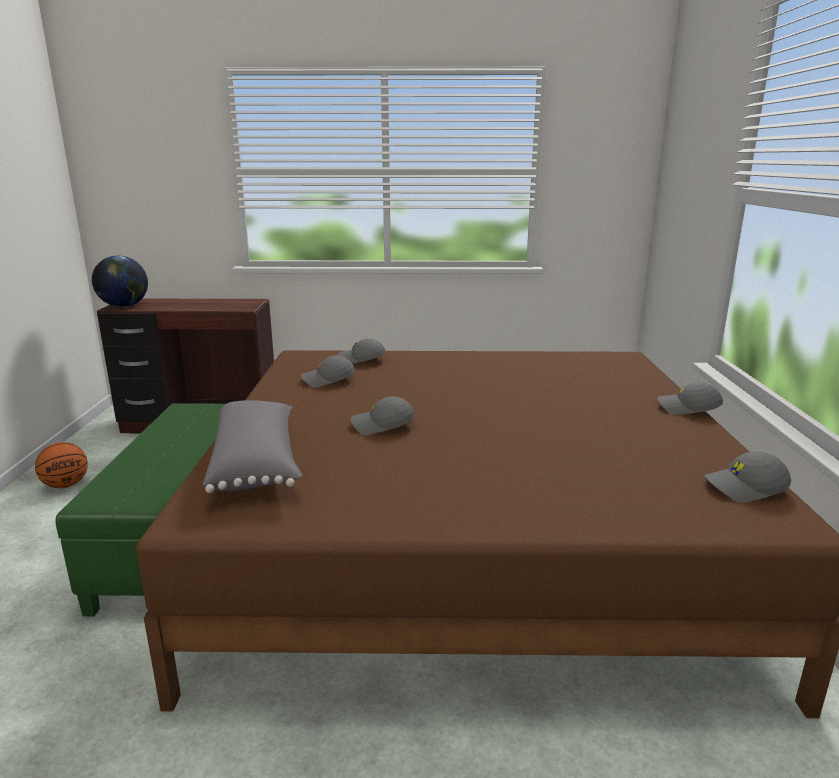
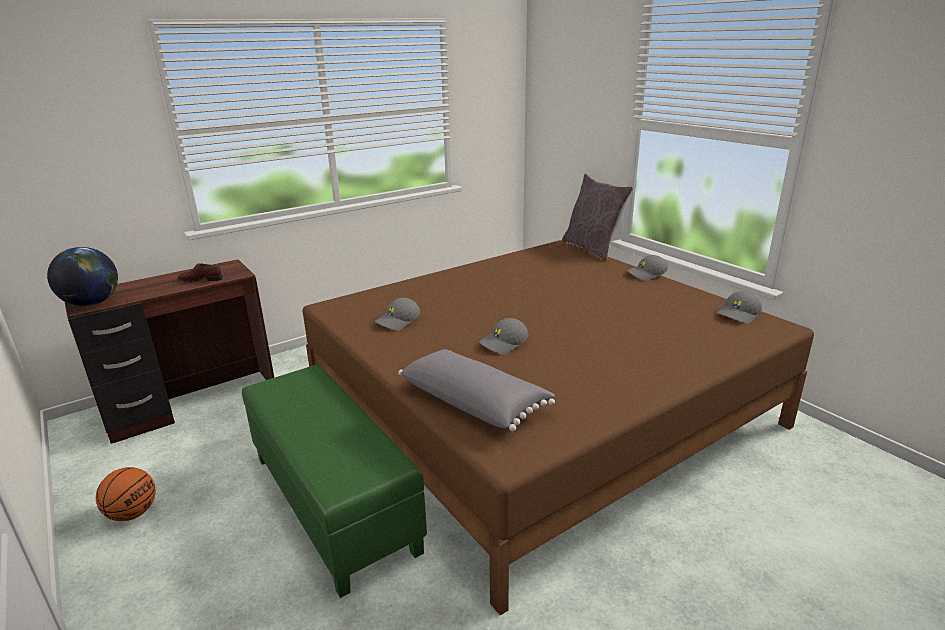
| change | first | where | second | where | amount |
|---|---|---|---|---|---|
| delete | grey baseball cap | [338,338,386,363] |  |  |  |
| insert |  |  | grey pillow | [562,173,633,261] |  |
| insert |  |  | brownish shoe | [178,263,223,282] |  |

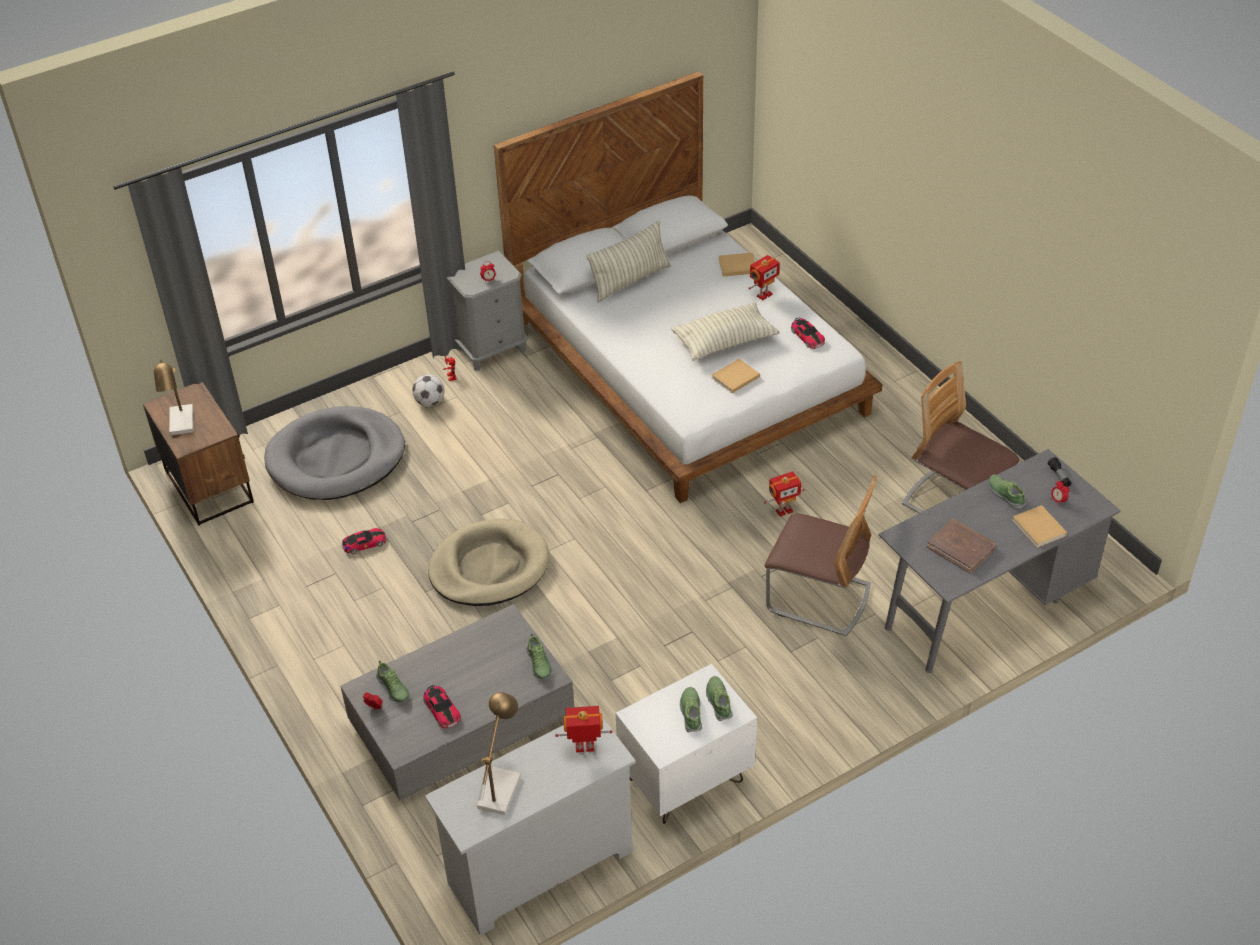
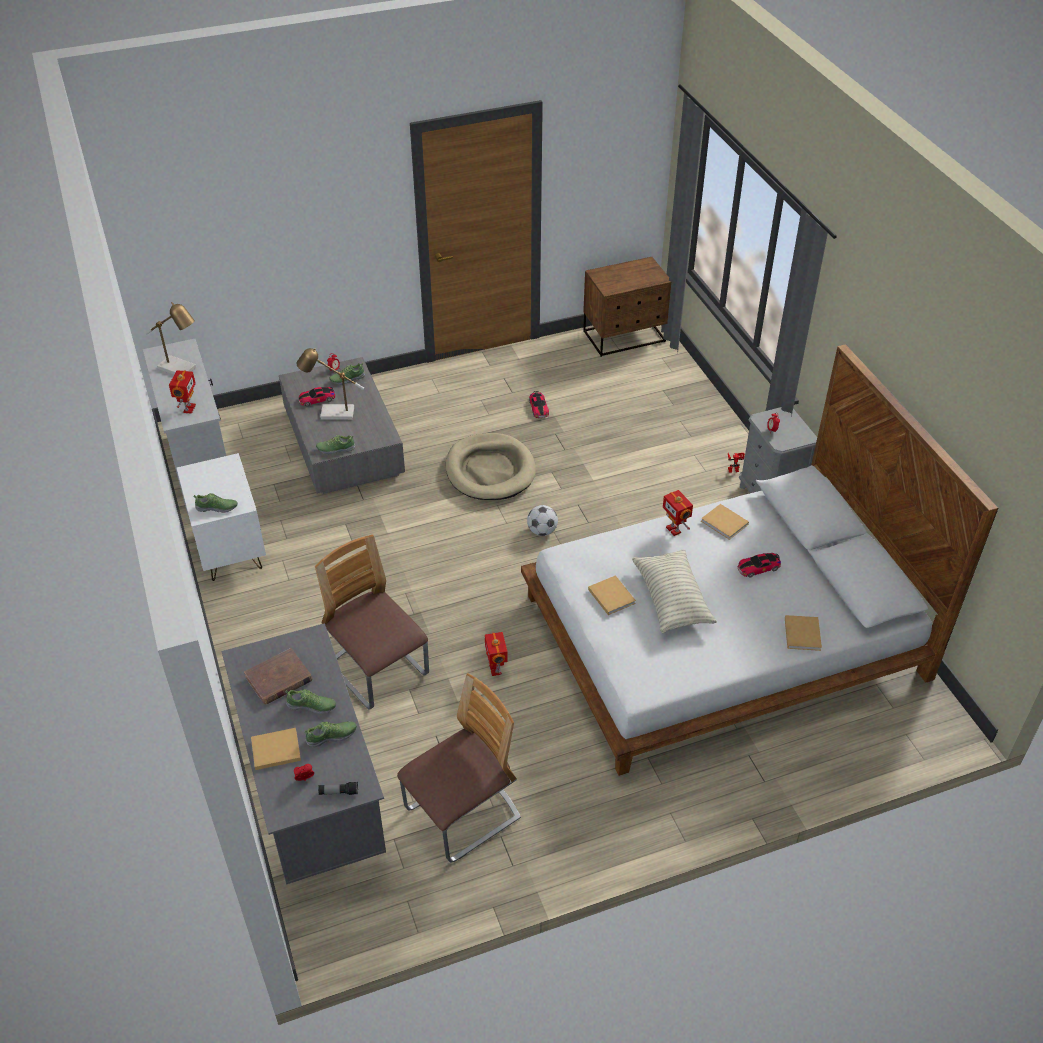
| change | first | where | second | where | amount |
|---|---|---|---|---|---|
| delete | pillow | [586,220,671,302] |  |  |  |
| move | toy robot | [748,255,780,300] |  | [663,490,693,536] |  |
| move | miniature car | [791,318,825,349] |  | [738,553,781,578] |  |
| move | lamp for a table | [154,359,194,435] |  | [296,348,364,420] |  |
| move | ball for football | [412,374,445,407] |  | [527,505,558,536] |  |
| delete | grey pet bed | [264,406,405,500] |  |  |  |
| rotate | chair | [765,475,877,636] |  | [315,535,429,710] | 105 degrees clockwise |
| move | shoe | [680,687,702,732] |  | [285,689,336,714] |  |
| insert |  |  | beige-coloured book | [701,504,749,540] |  |

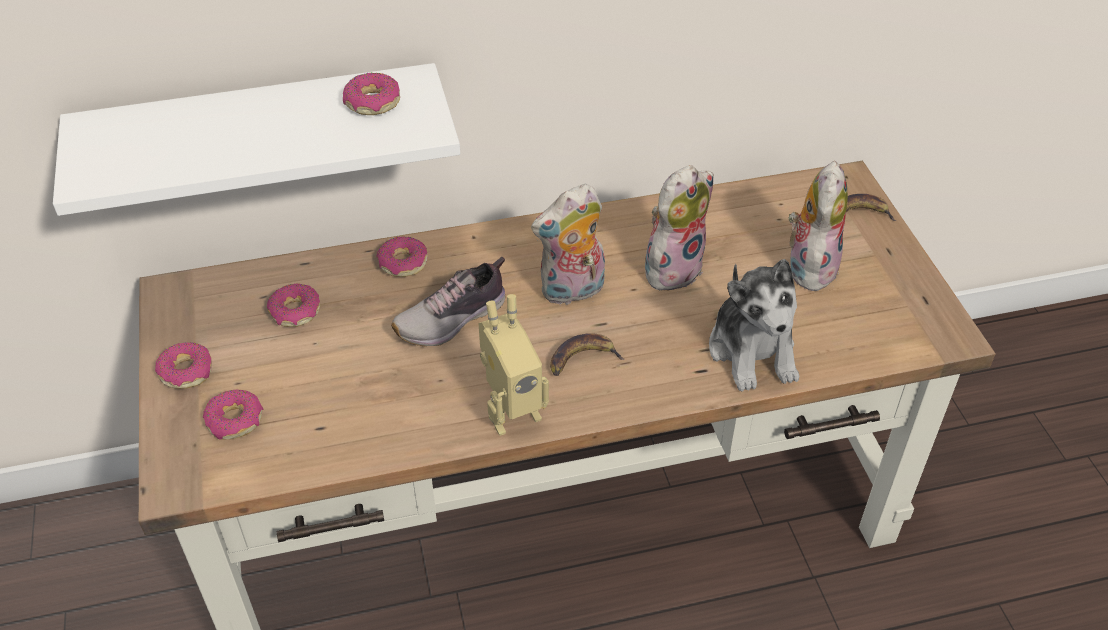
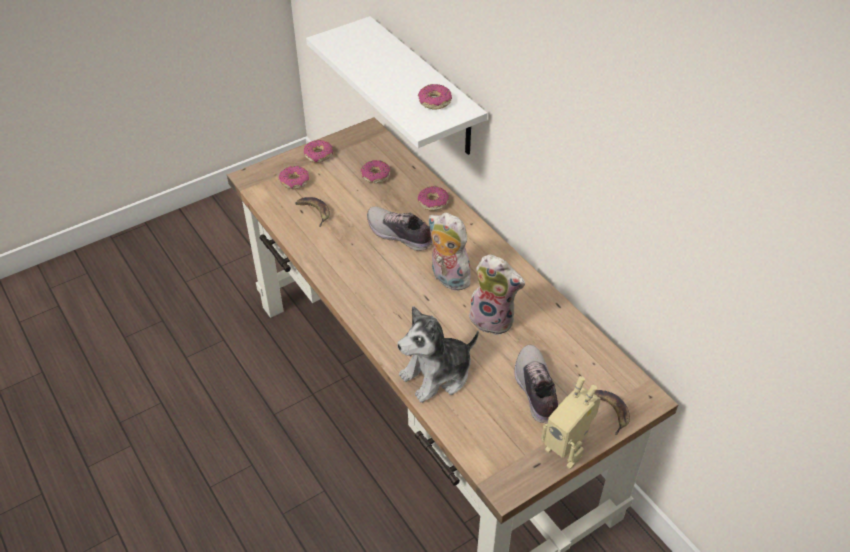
| change | first | where | second | where | amount |
|---|---|---|---|---|---|
| replace | soft toy | [788,161,848,294] | shoe | [514,345,558,423] |  |
| move | toy robot | [478,294,549,436] |  | [541,376,601,469] |  |
| move | banana fruit | [550,333,625,376] |  | [295,197,330,227] |  |

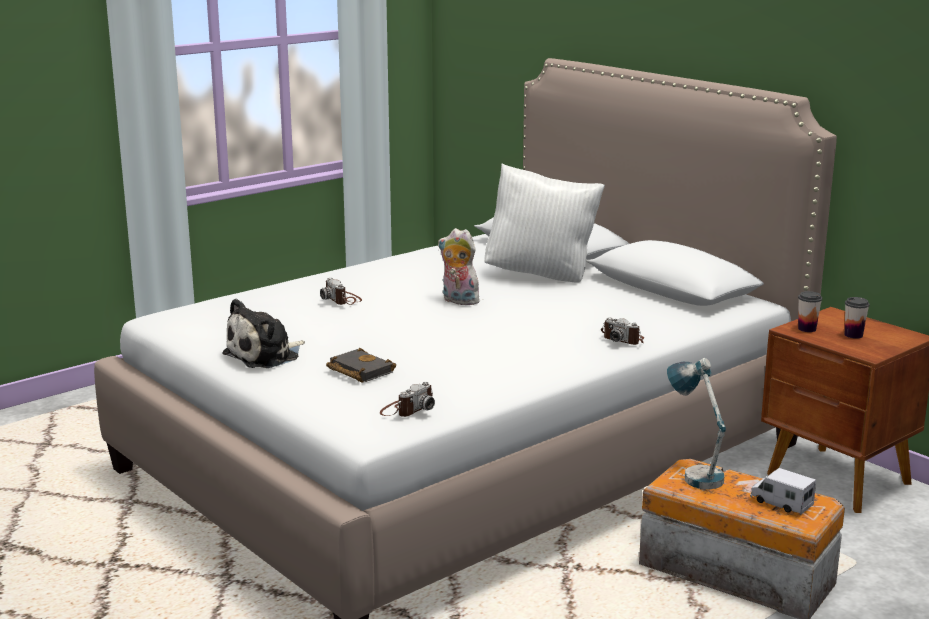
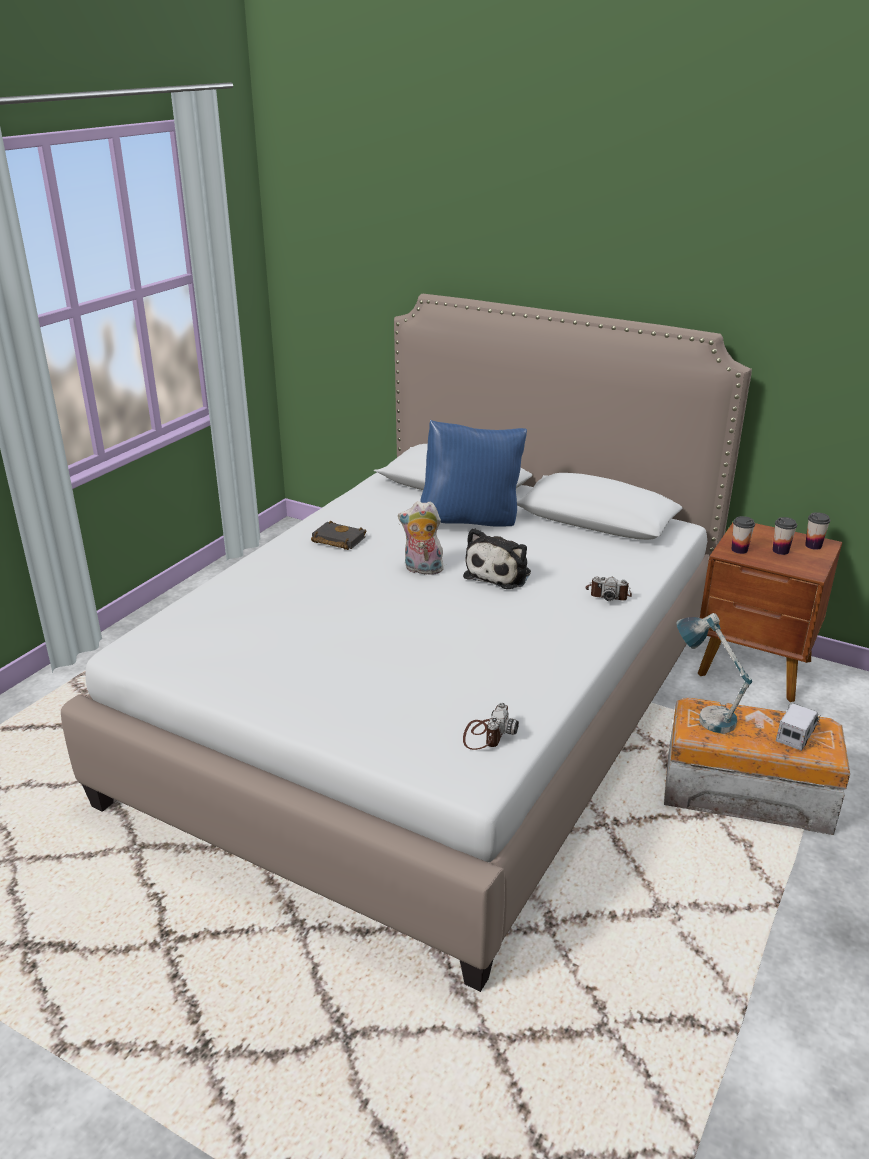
| change | first | where | second | where | amount |
|---|---|---|---|---|---|
| recolor | white-coloured pillow | [484,163,605,283] | blue pillow | [420,420,527,526] |  |
| delete | photo camera | [320,278,362,305] |  |  |  |
| move | soft toy | [222,299,305,368] |  | [463,528,531,589] |  |
| move | blackish book | [326,348,396,382] |  | [311,521,366,550] |  |
| rotate | toy lorry | [750,468,816,515] |  | [776,703,820,751] | 105 degrees clockwise |
| insert |  |  | small cup | [805,512,830,550] |  |

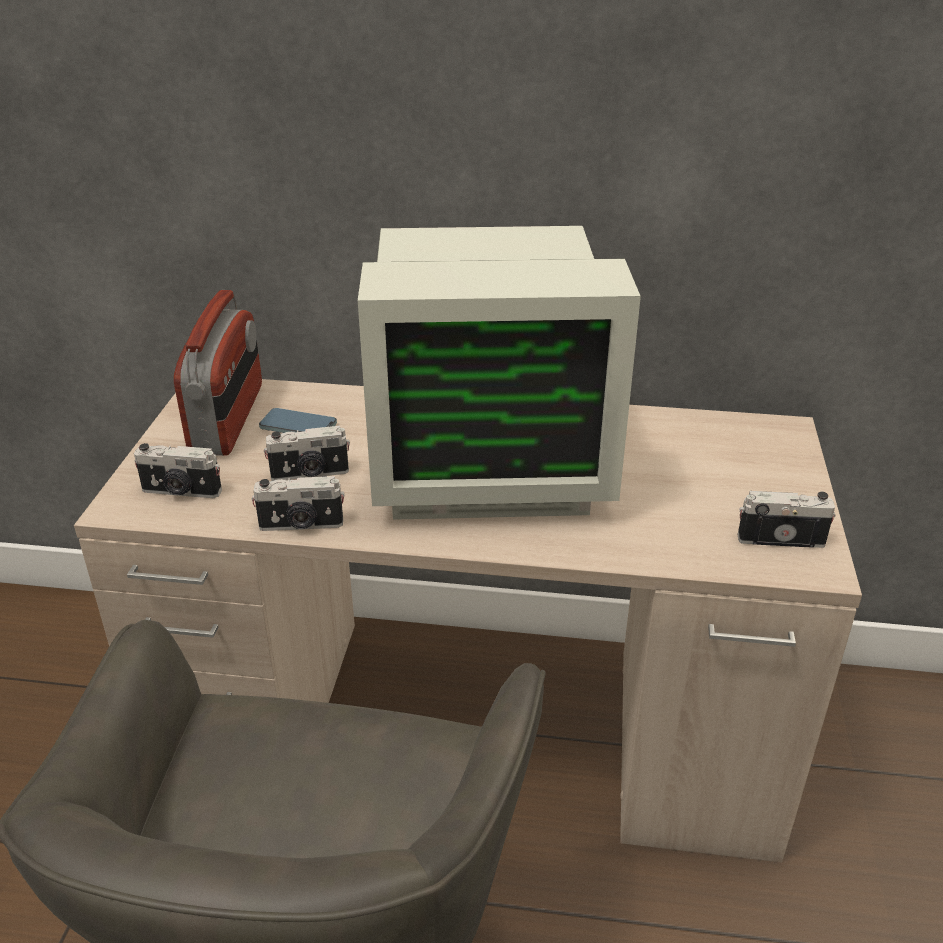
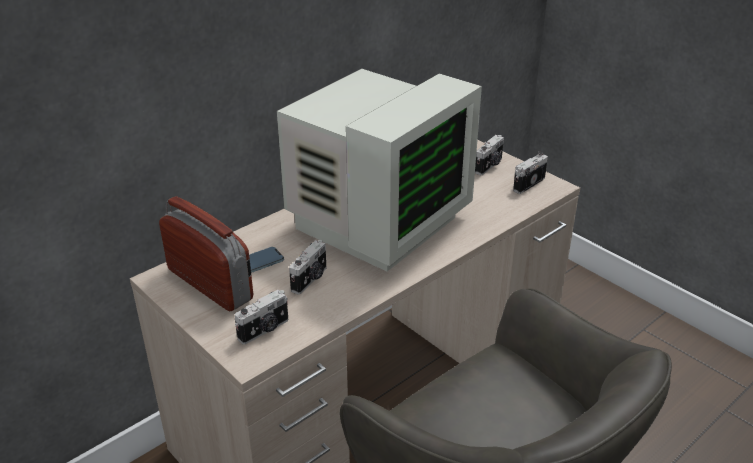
| change | first | where | second | where | amount |
|---|---|---|---|---|---|
| move | photo camera | [252,476,345,531] |  | [475,135,504,175] |  |

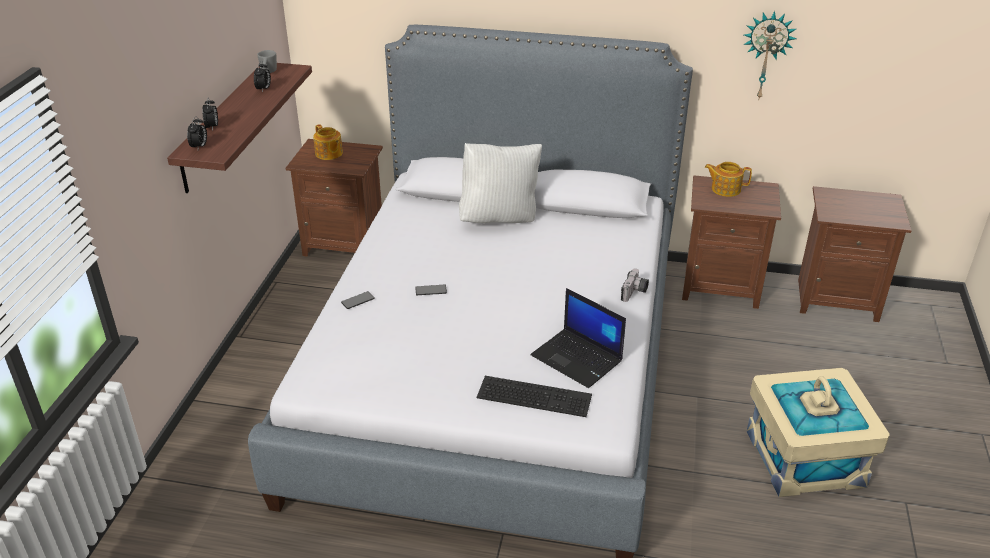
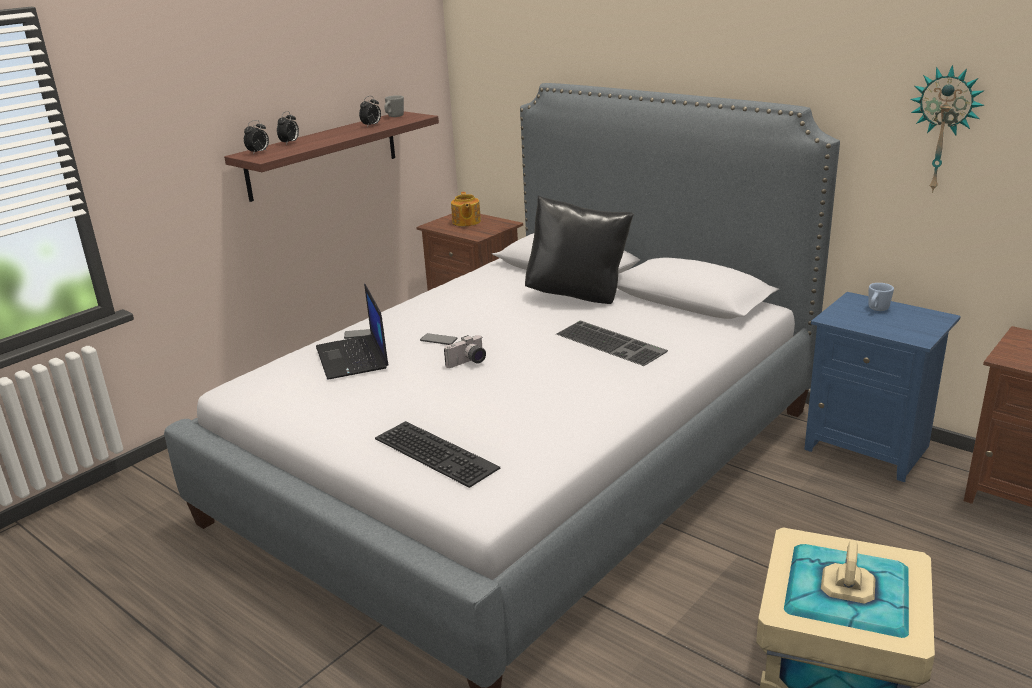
| change | first | where | second | where | amount |
|---|---|---|---|---|---|
| recolor | white-coloured pillow | [459,143,542,223] | blackish pillow | [525,196,634,304] |  |
| replace | pot for tea | [705,162,752,197] | blue mug | [868,283,894,311] |  |
| recolor | brownish night table | [682,175,781,309] | blue night table | [804,292,961,482] |  |
| move | photo camera | [621,268,649,302] |  | [444,335,486,368] |  |
| move | portable computer | [531,288,626,388] |  | [316,284,389,380] |  |
| insert |  |  | computer keyboard | [556,320,668,366] |  |

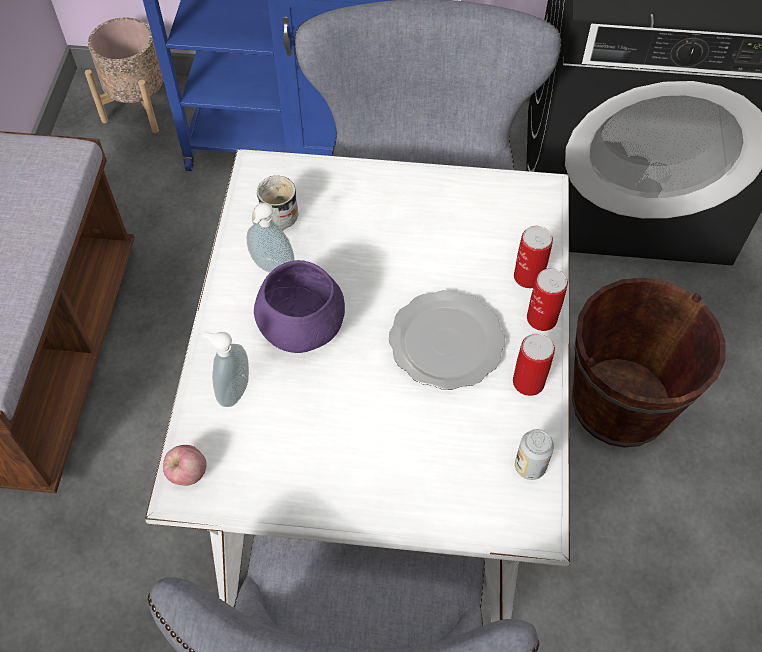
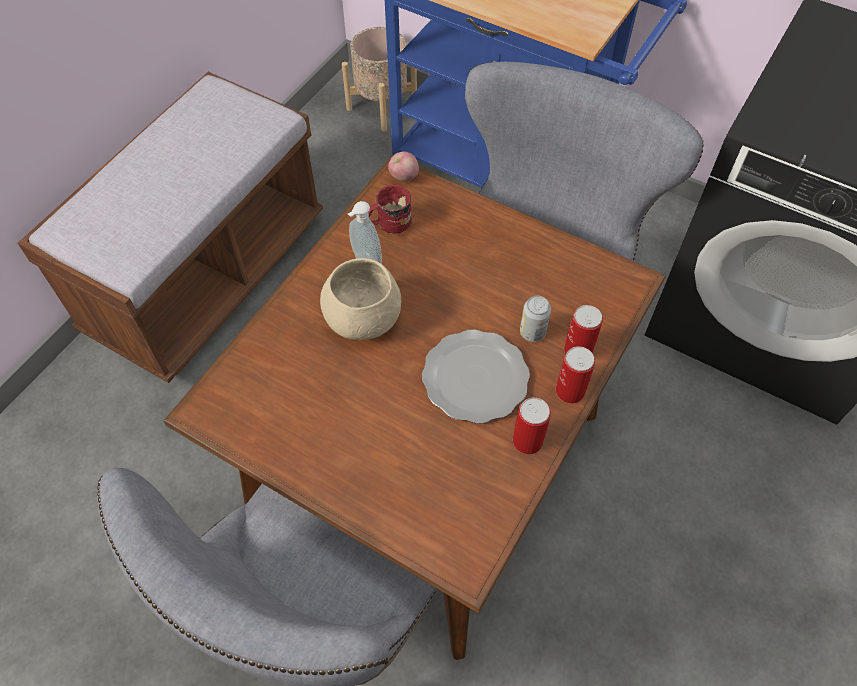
| change | first | where | second | where | amount |
|---|---|---|---|---|---|
| recolor | white-coloured dinner table | [145,149,570,622] | brownish dinner table | [164,155,666,660] |  |
| recolor | white-coloured mug | [252,176,298,231] | red-coloured mug | [368,185,412,235] |  |
| recolor | purple serving bowl | [254,260,345,353] | beige-coloured serving bowl | [320,258,401,340] |  |
| delete | brownish bucket | [572,278,726,448] |  |  |  |
| delete | soap dispenser | [203,332,249,407] |  |  |  |
| move | metal can | [515,429,554,480] |  | [520,296,551,342] |  |
| move | apple fruit | [163,445,207,486] |  | [388,152,419,182] |  |

